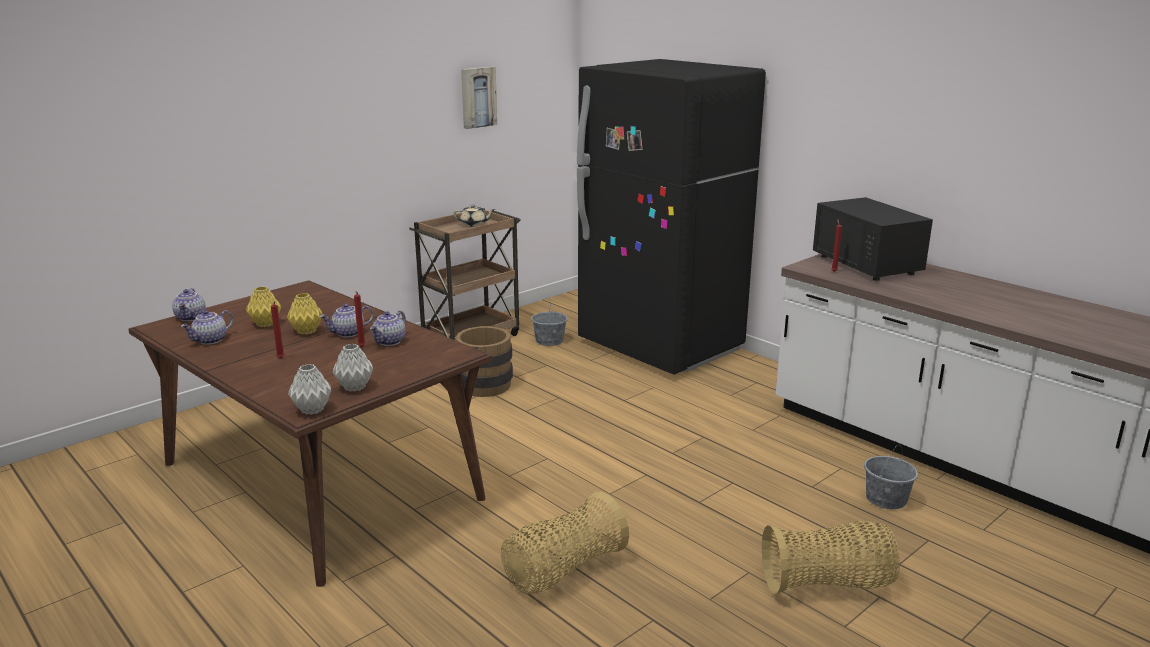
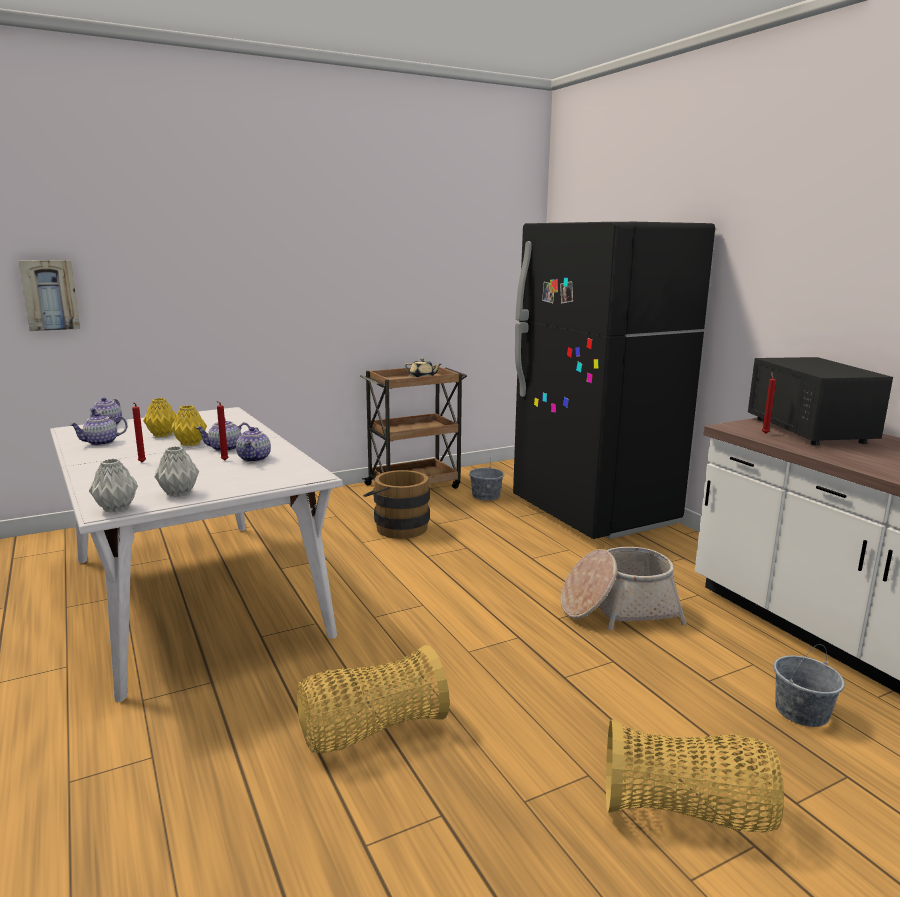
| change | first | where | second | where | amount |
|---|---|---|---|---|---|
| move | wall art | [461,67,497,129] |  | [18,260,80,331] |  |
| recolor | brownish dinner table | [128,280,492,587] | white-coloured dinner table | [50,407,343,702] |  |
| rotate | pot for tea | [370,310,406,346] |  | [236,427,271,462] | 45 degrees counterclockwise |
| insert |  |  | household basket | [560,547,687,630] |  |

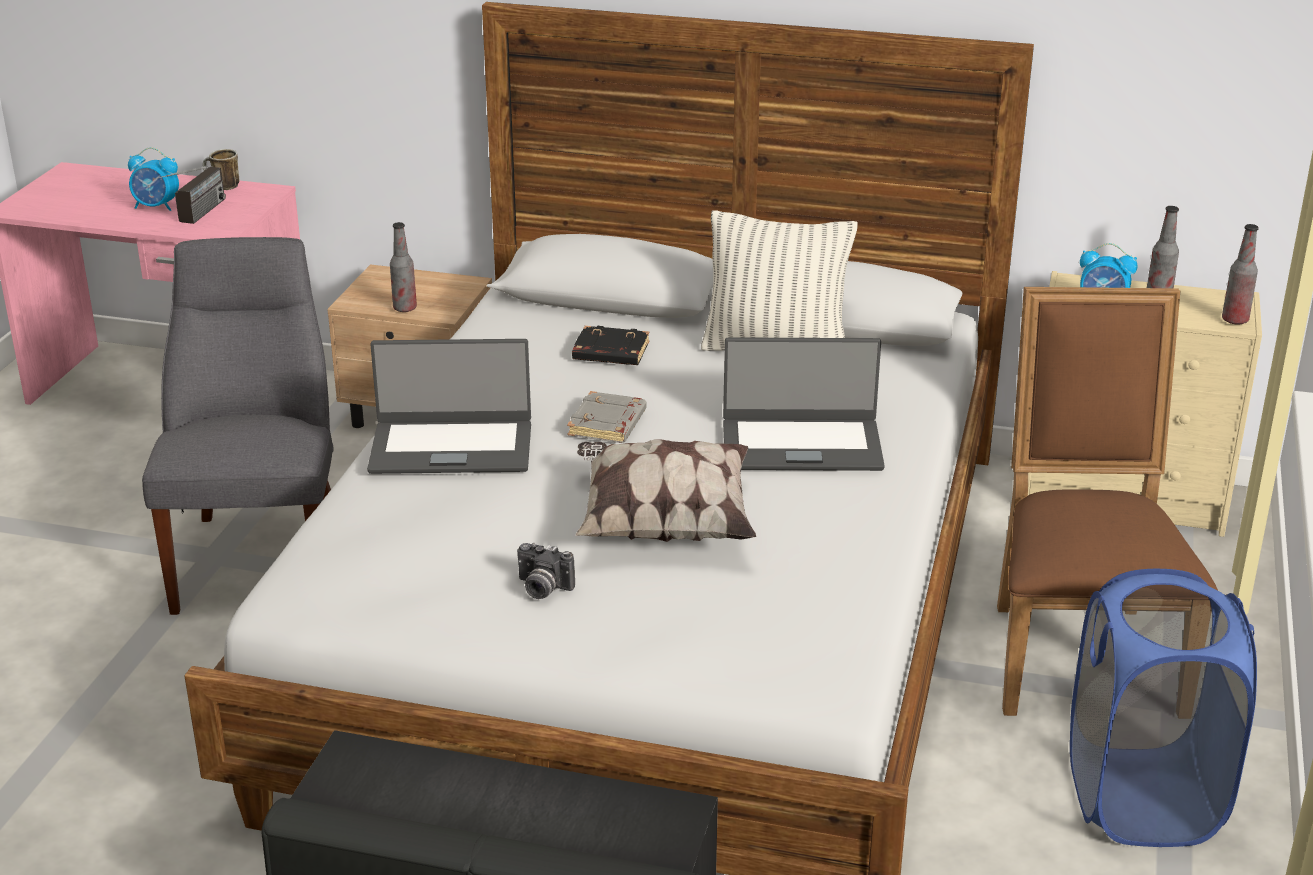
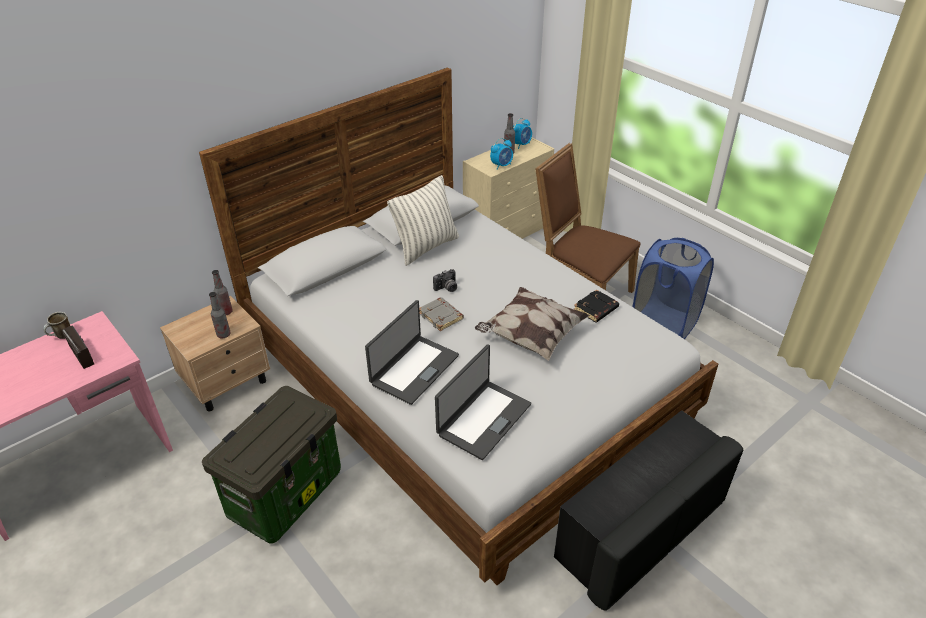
| change | first | where | second | where | amount |
|---|---|---|---|---|---|
| move | table clock | [128,147,179,211] |  | [513,118,532,149] |  |
| move | beverage bottle | [1222,224,1259,324] |  | [212,270,233,315] |  |
| replace | grey chair | [142,237,333,615] | storage container | [202,386,341,544] |  |
| move | blackish book | [572,326,650,365] |  | [574,289,619,322] |  |
| move | portable computer | [723,337,885,471] |  | [435,344,531,460] |  |
| move | photo camera | [517,543,575,599] |  | [433,269,457,292] |  |

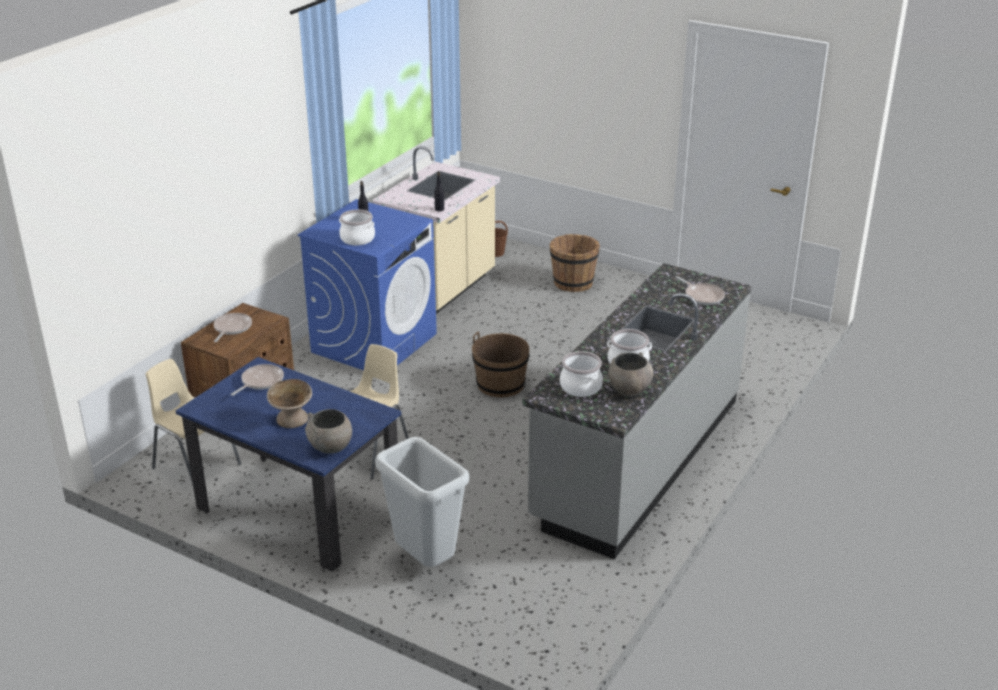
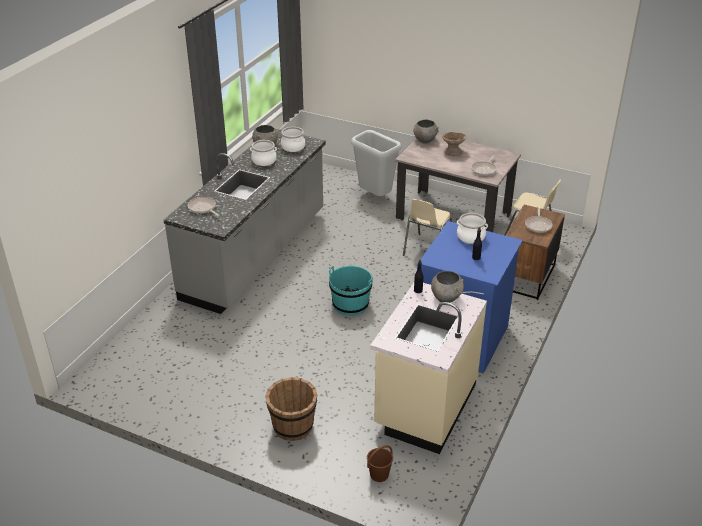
| change | first | where | second | where | amount |
|---|---|---|---|---|---|
| recolor | brownish bucket | [472,331,530,398] | turquoise bucket | [329,266,373,315] |  |
| recolor | blue dinner table | [176,357,401,572] | beige-coloured dinner table | [395,134,521,232] |  |
| insert |  |  | grey serving bowl | [431,271,464,303] |  |

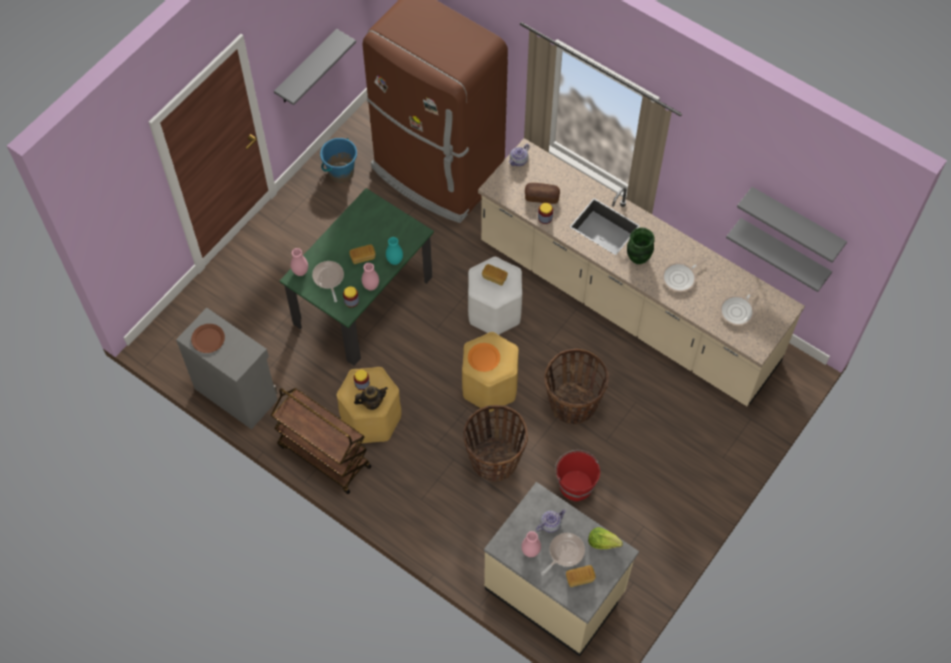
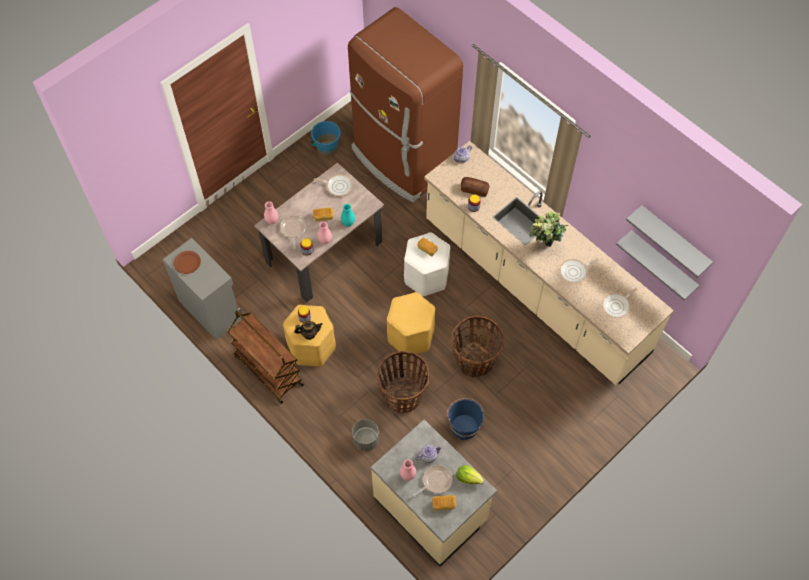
| change | first | where | second | where | amount |
|---|---|---|---|---|---|
| delete | grey wall shelf | [274,29,356,105] |  |  |  |
| recolor | green dinner table | [280,188,434,366] | beige-coloured dinner table | [254,163,384,303] |  |
| replace | green vase | [627,228,655,264] | potted plant | [529,211,568,247] |  |
| delete | orange-coloured flat dish | [468,343,500,372] |  |  |  |
| recolor | red-coloured bucket | [555,450,600,502] | blue bucket | [447,398,484,440] |  |
| insert |  |  | frying pan | [314,174,353,196] |  |
| insert |  |  | grey plant pot | [352,419,379,451] |  |

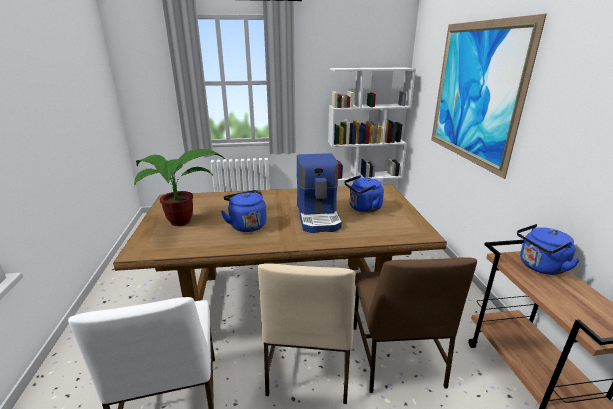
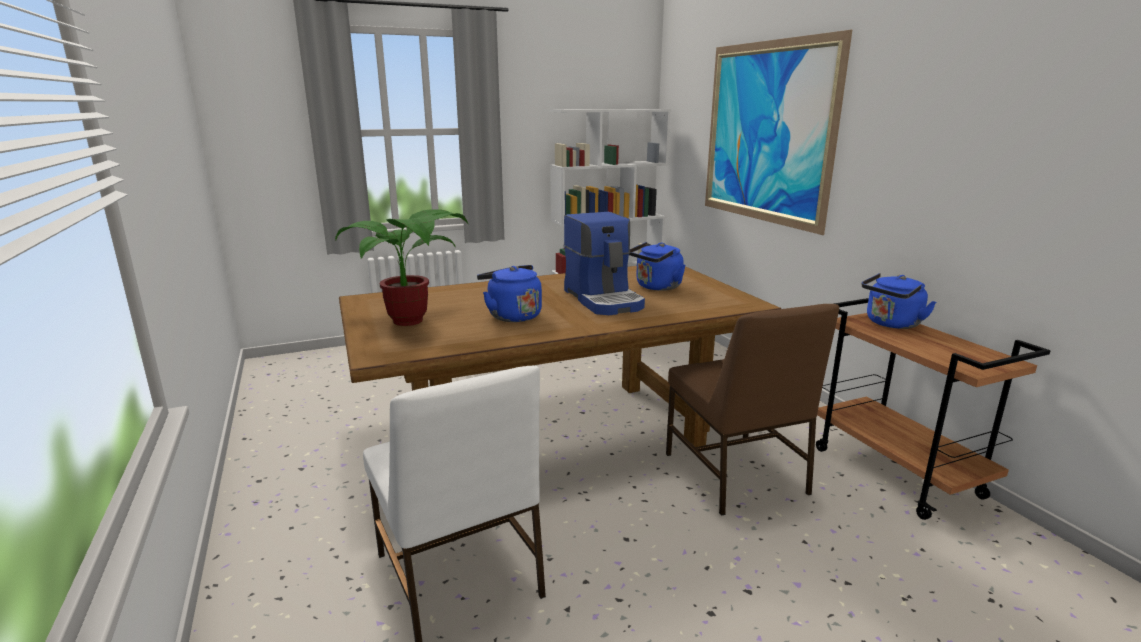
| change | first | where | second | where | amount |
|---|---|---|---|---|---|
| delete | beige-coloured chair | [258,264,355,404] |  |  |  |

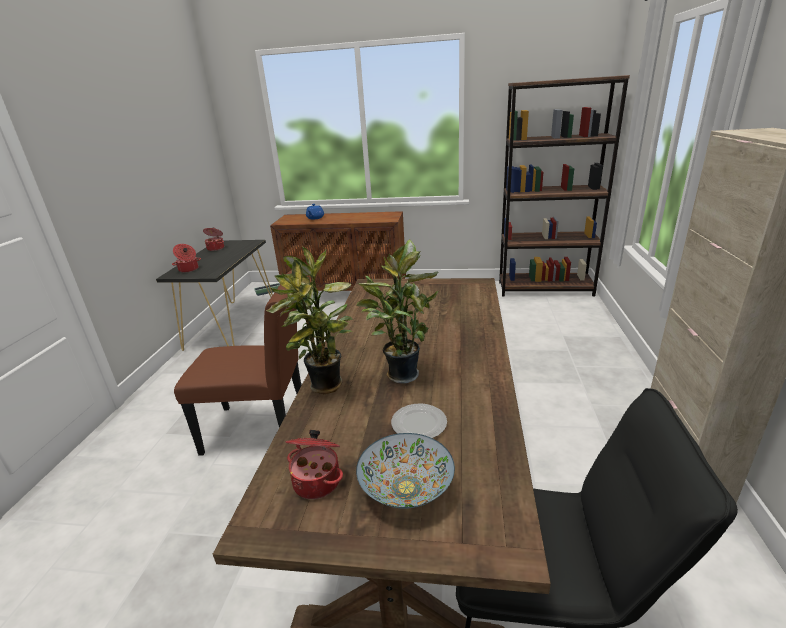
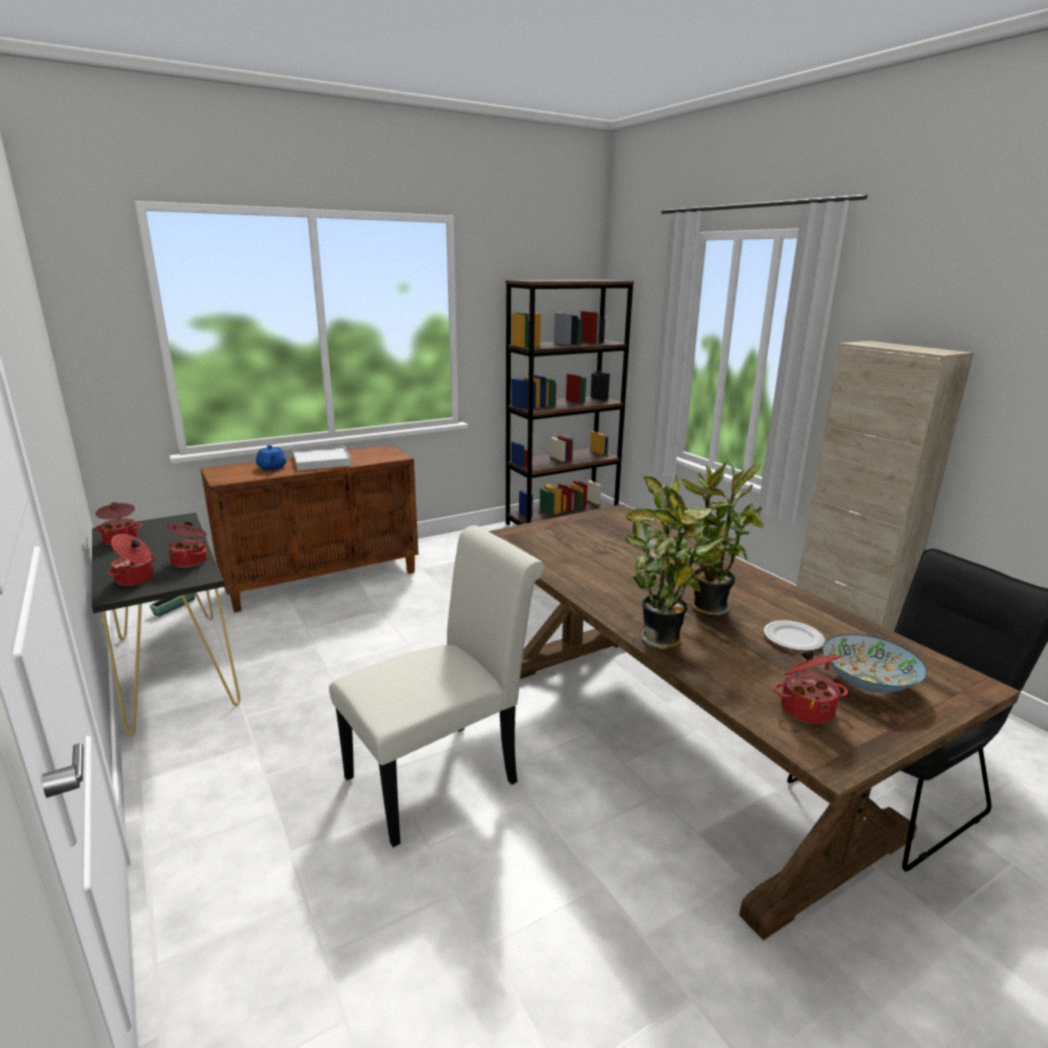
| change | first | where | second | where | amount |
|---|---|---|---|---|---|
| recolor | brownish chair | [174,270,302,456] | white-coloured chair | [329,525,545,847] |  |
| insert |  |  | white-coloured carrying tray | [293,445,352,471] |  |
| insert |  |  | cooking pot | [166,522,207,568] |  |

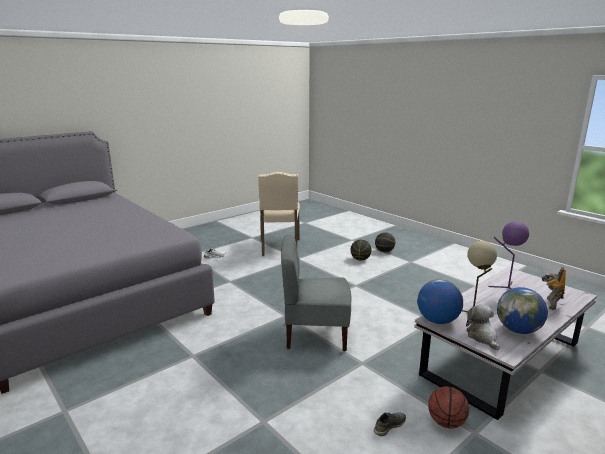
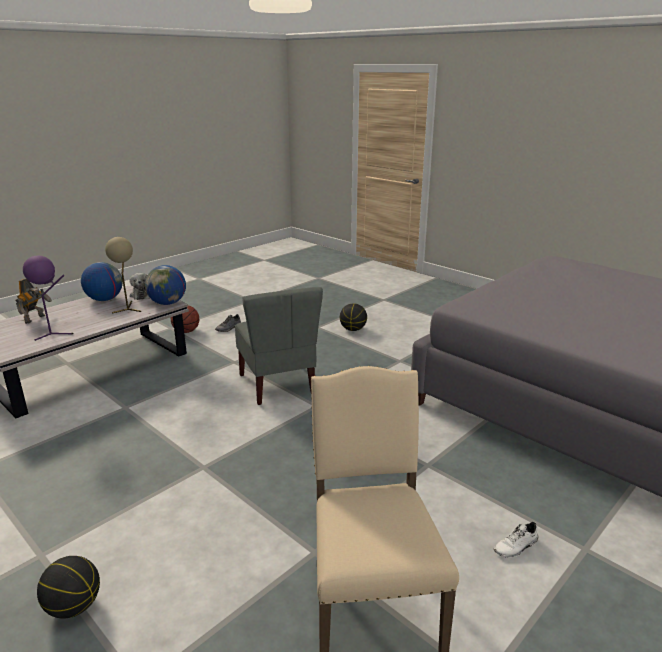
| change | first | where | second | where | amount |
|---|---|---|---|---|---|
| rotate | grey chair | [281,235,352,351] |  | [235,287,323,405] | 75 degrees clockwise |
| move | basketball | [350,240,372,260] |  | [340,303,367,331] |  |

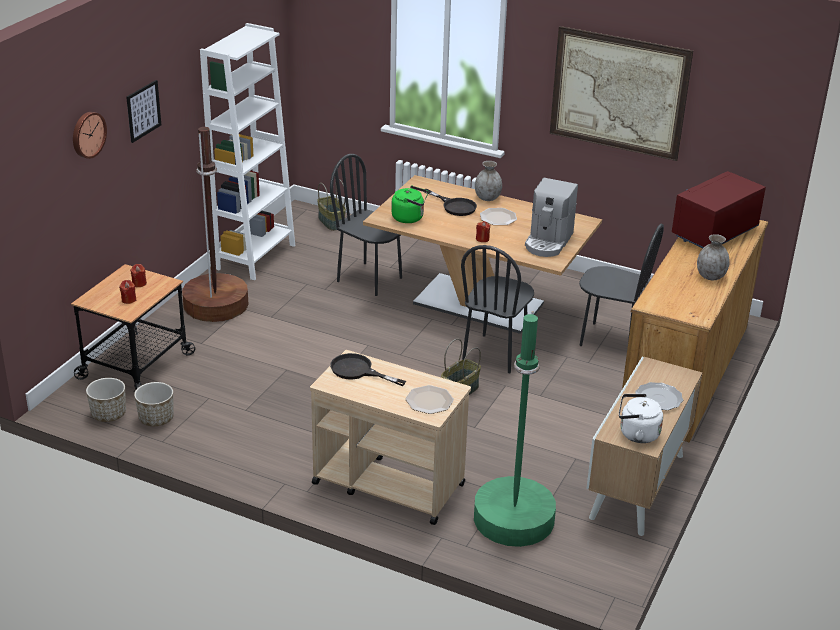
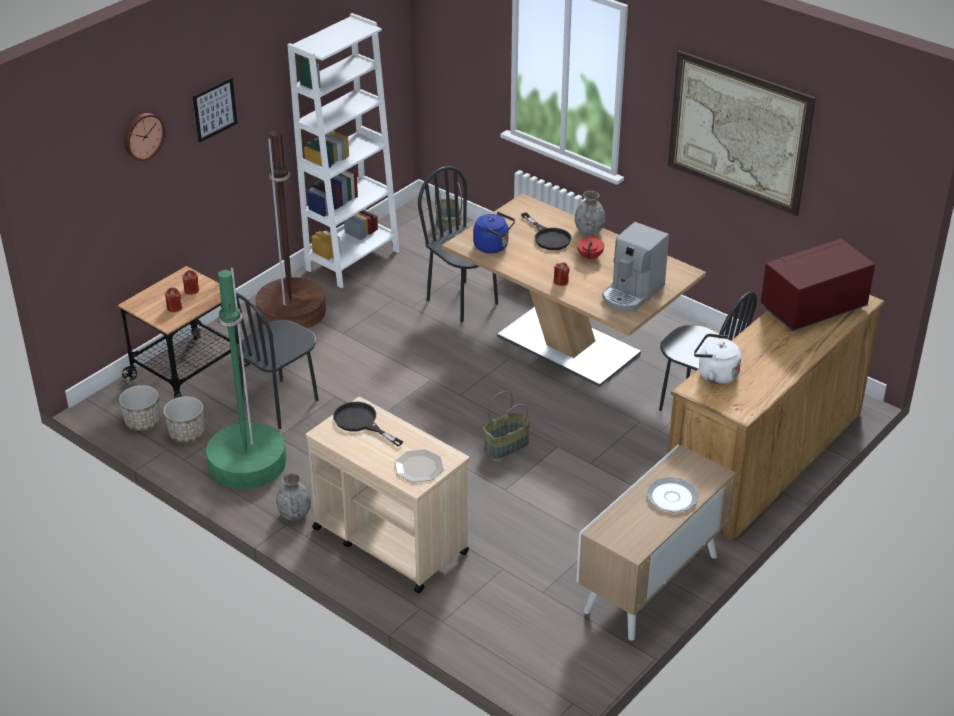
| change | first | where | second | where | amount |
|---|---|---|---|---|---|
| recolor | green tea kettle | [391,186,428,223] | blue tea kettle | [473,212,515,253] |  |
| replace | flat dish | [480,208,517,225] | red-coloured pot for tea | [577,234,604,261] |  |
| move | grey vase | [697,234,730,280] |  | [276,473,311,521] |  |
| move | blackish chair | [461,245,534,373] |  | [221,293,318,429] |  |
| move | green standard lamp | [474,311,556,547] |  | [206,267,286,489] |  |
| move | white-coloured tea kettle | [619,394,663,443] |  | [694,333,741,384] |  |

